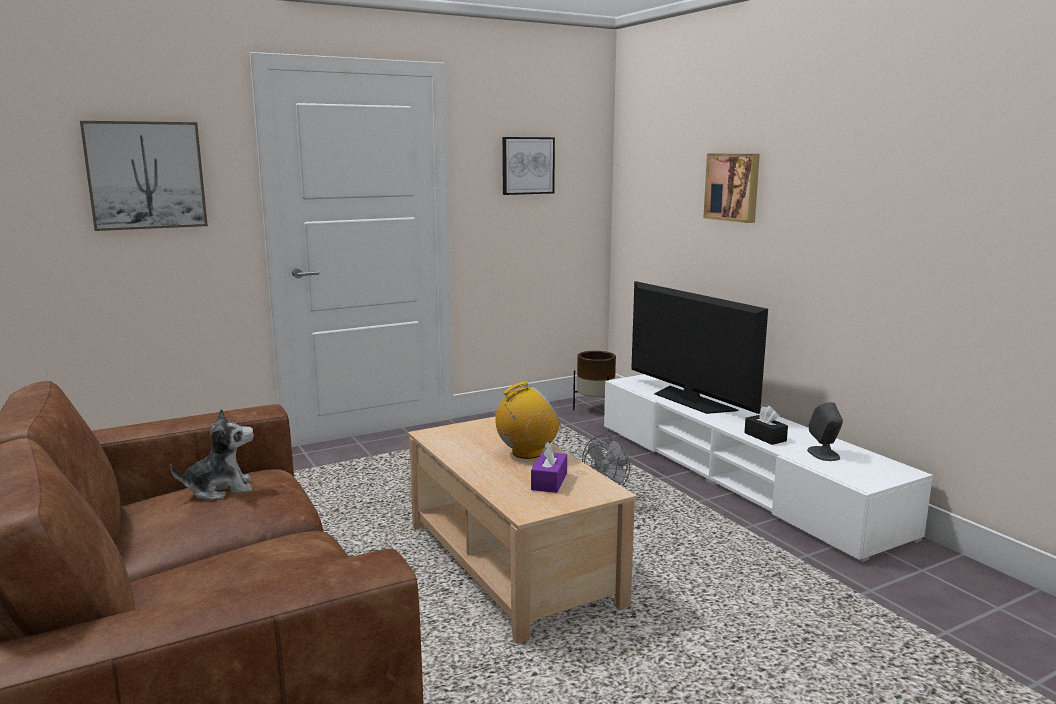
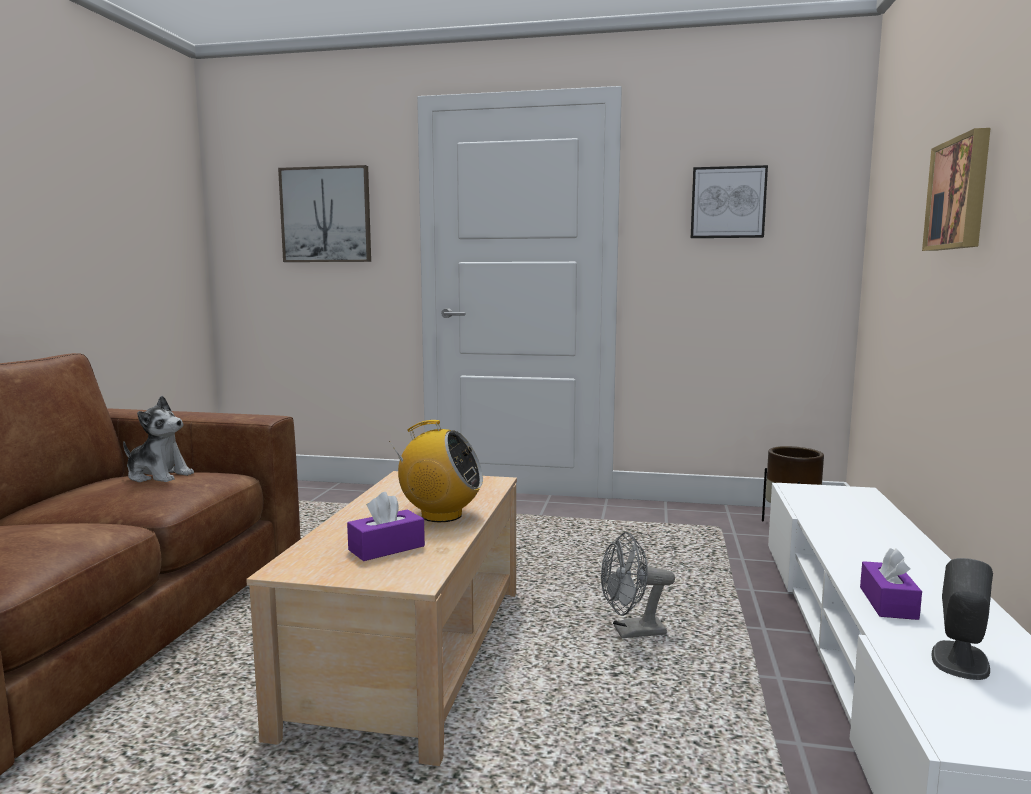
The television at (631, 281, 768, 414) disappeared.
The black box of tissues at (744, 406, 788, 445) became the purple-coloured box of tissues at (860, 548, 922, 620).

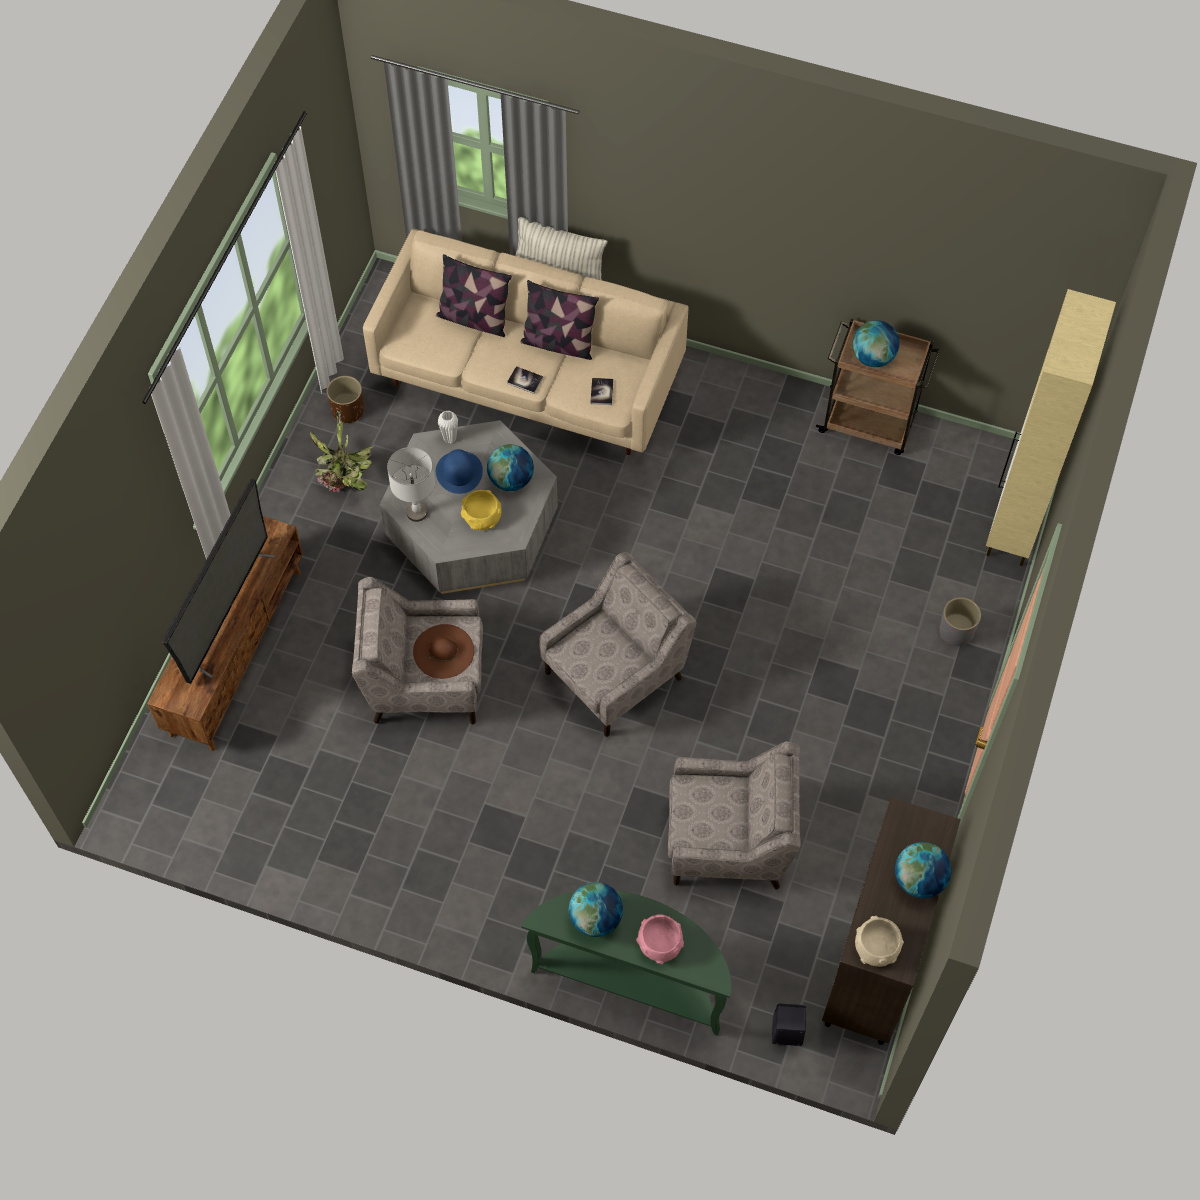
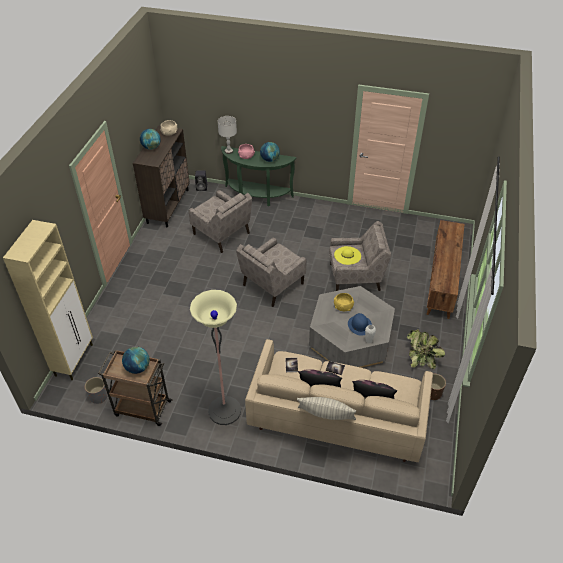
The television at (162, 479, 276, 684) disappeared.
The greyish tabletop lamp moved from (387, 447, 435, 522) to (218, 116, 237, 154).
The brown wearable hat at (413, 624, 474, 679) became the yellow-coloured wearable hat at (334, 246, 361, 265).
The globe at (487, 444, 534, 491) disappeared.
The sand-coloured easy chair at (668, 742, 800, 889) turned 135 degrees counterclockwise.
The greyish planter moved from (940, 597, 981, 646) to (85, 377, 108, 404).
The standing lamp at (190, 290, 241, 425) appeared.

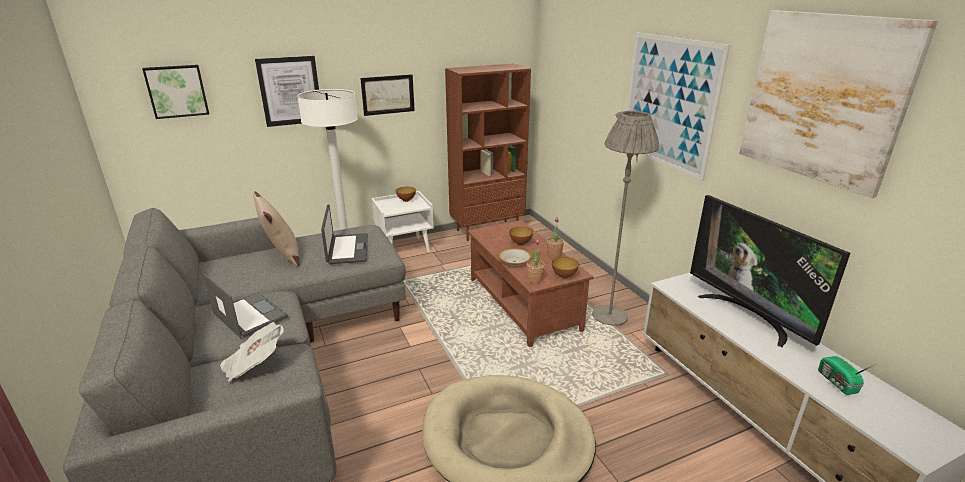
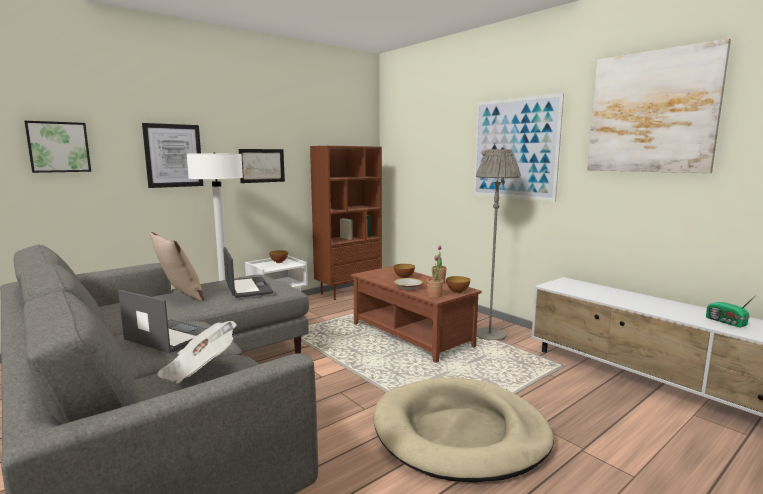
The television at (690, 195, 850, 347) disappeared.

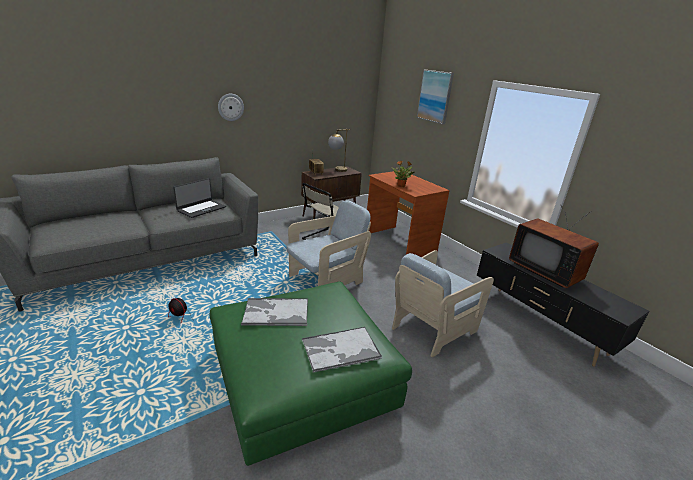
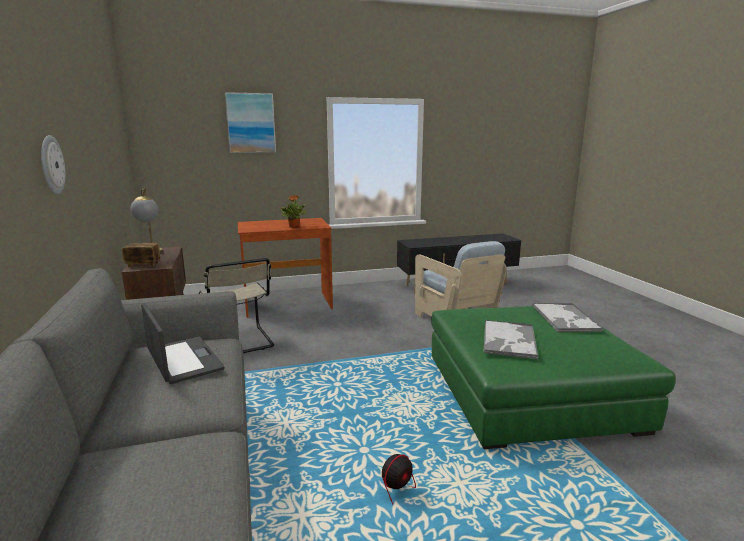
The sand-coloured easy chair at (286, 201, 371, 286) disappeared.
The television at (509, 204, 599, 288) disappeared.

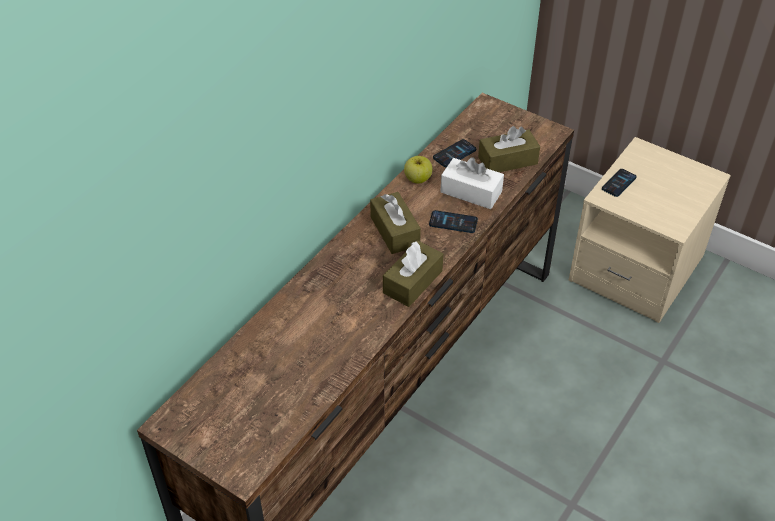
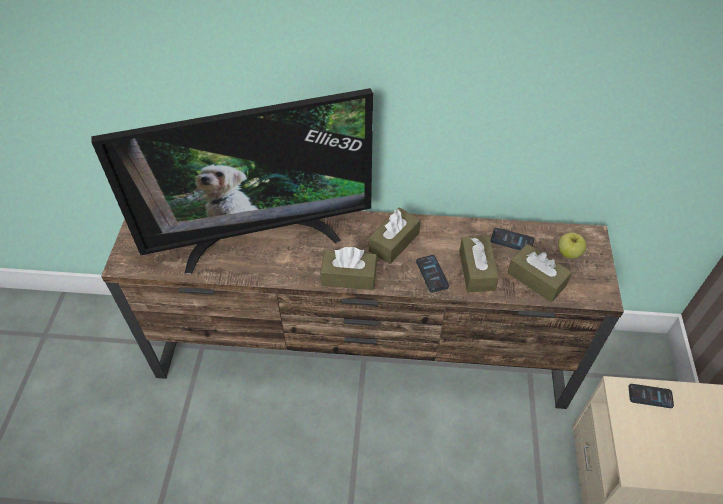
The apple fruit moved from (404, 156, 433, 184) to (558, 232, 586, 259).
The whitish box of tissues at (440, 157, 504, 209) became the brown box of tissues at (459, 236, 499, 292).
The television at (91, 88, 373, 274) appeared.

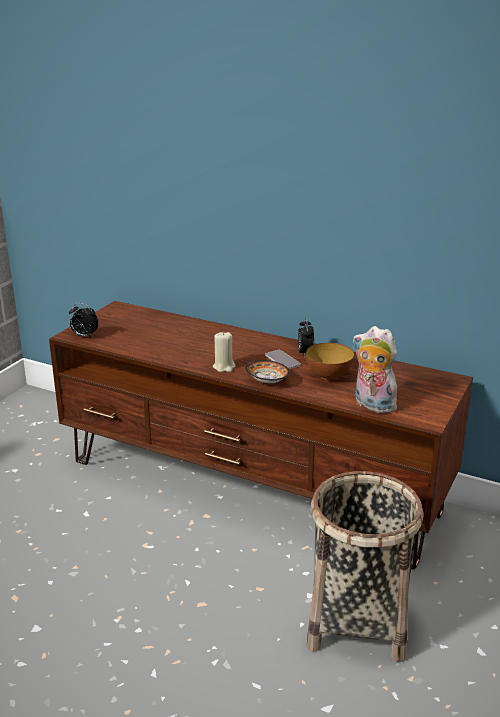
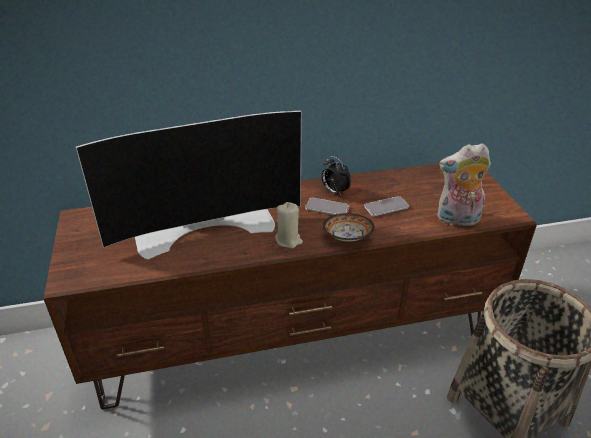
The bedside clock at (69, 303, 99, 337) disappeared.
The deep dish at (306, 343, 354, 381) was replaced by the phone at (364, 196, 409, 216).
The television at (76, 111, 302, 259) appeared.

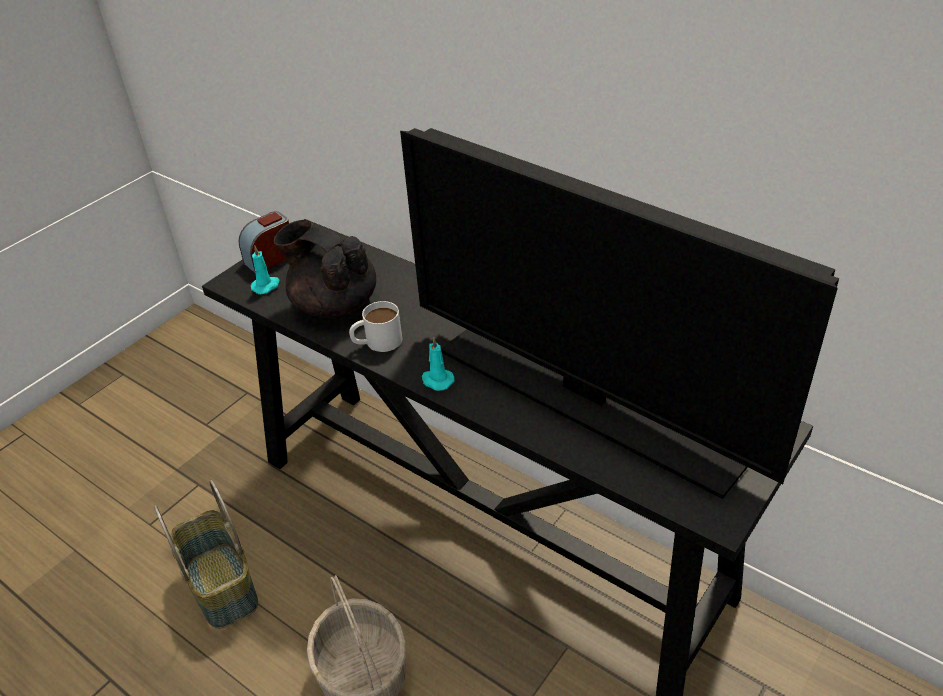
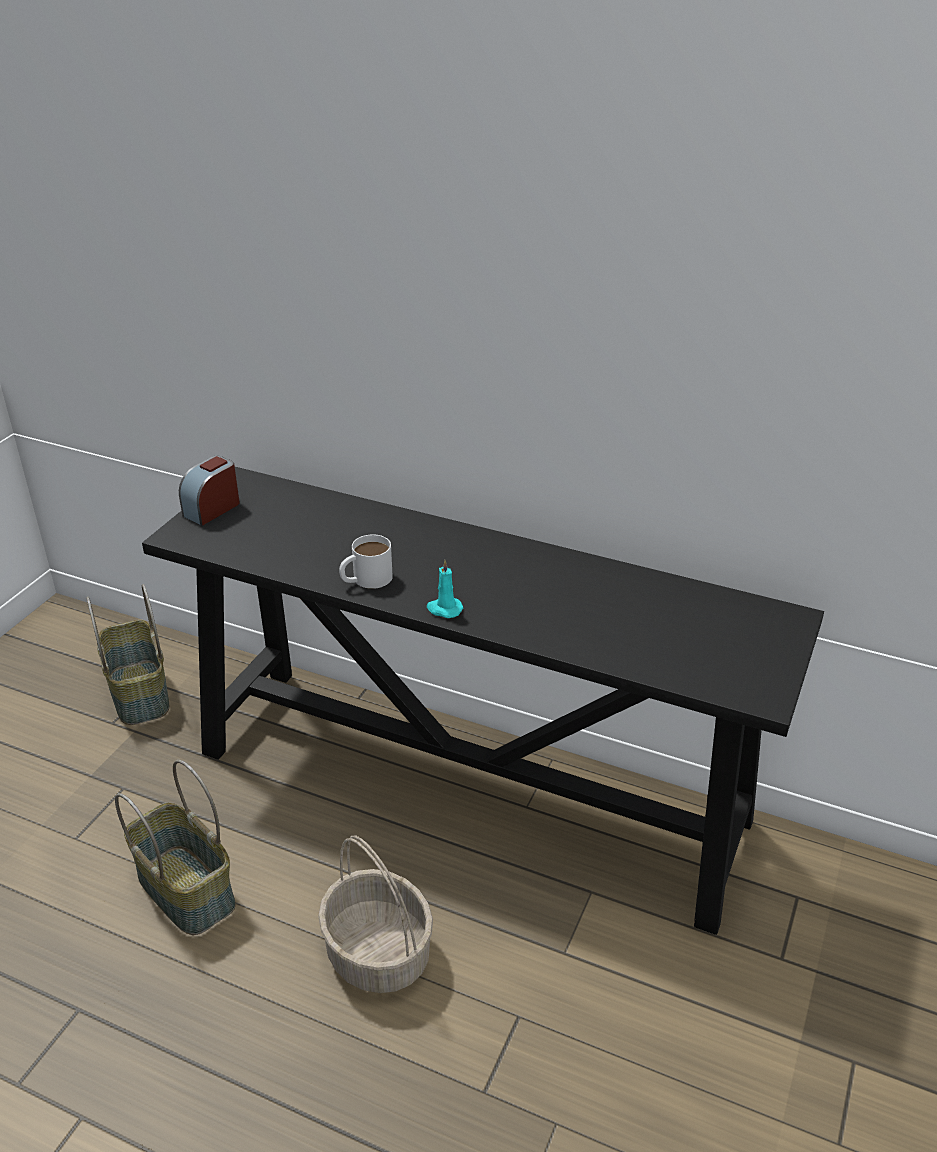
The turquoise candle at (251, 246, 280, 294) disappeared.
The black pot for tea at (274, 220, 376, 318) disappeared.
The television at (400, 128, 839, 499) disappeared.
The basket at (86, 584, 169, 725) appeared.

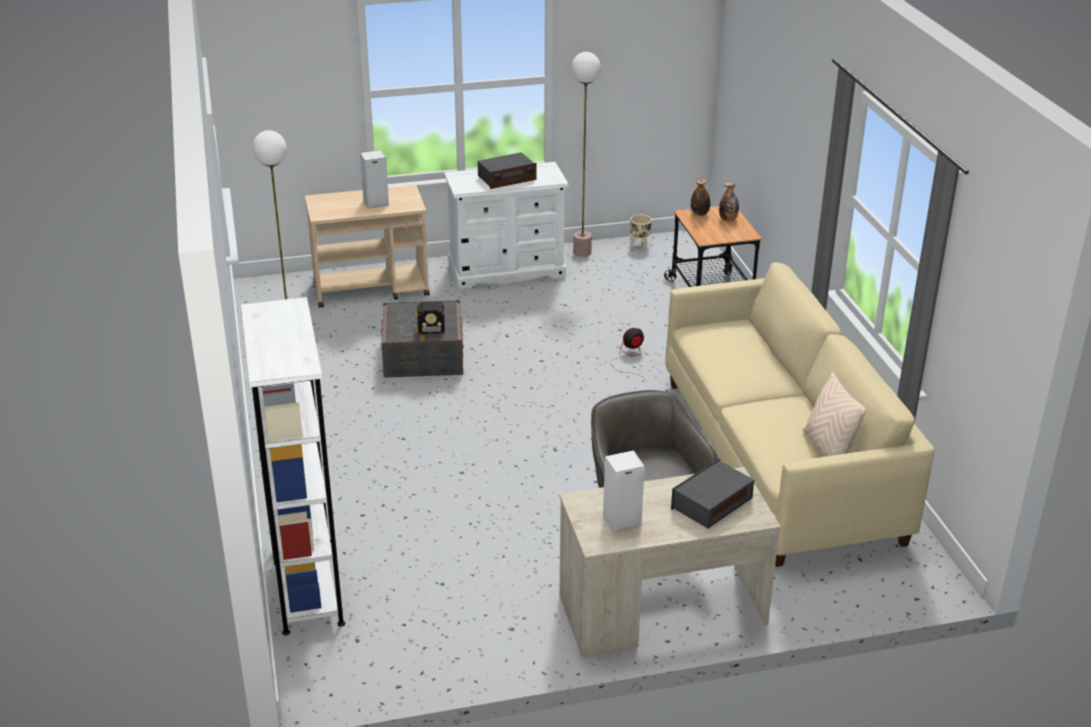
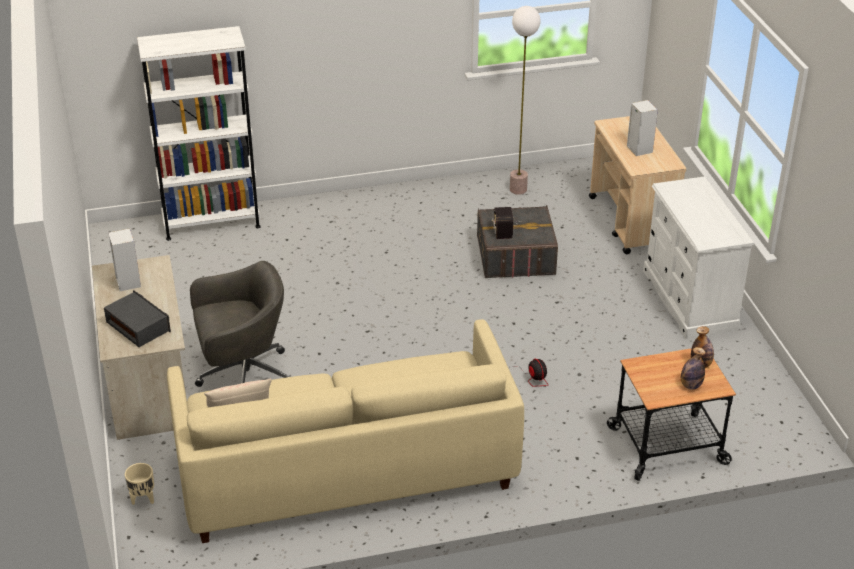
The radio receiver at (478, 152, 536, 189) disappeared.
The standing lamp at (572, 52, 601, 257) disappeared.
The sand-coloured planter moved from (630, 215, 652, 249) to (125, 463, 154, 505).

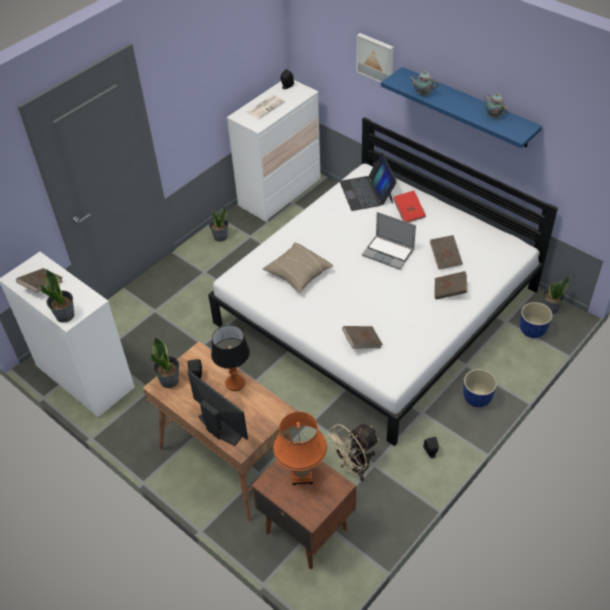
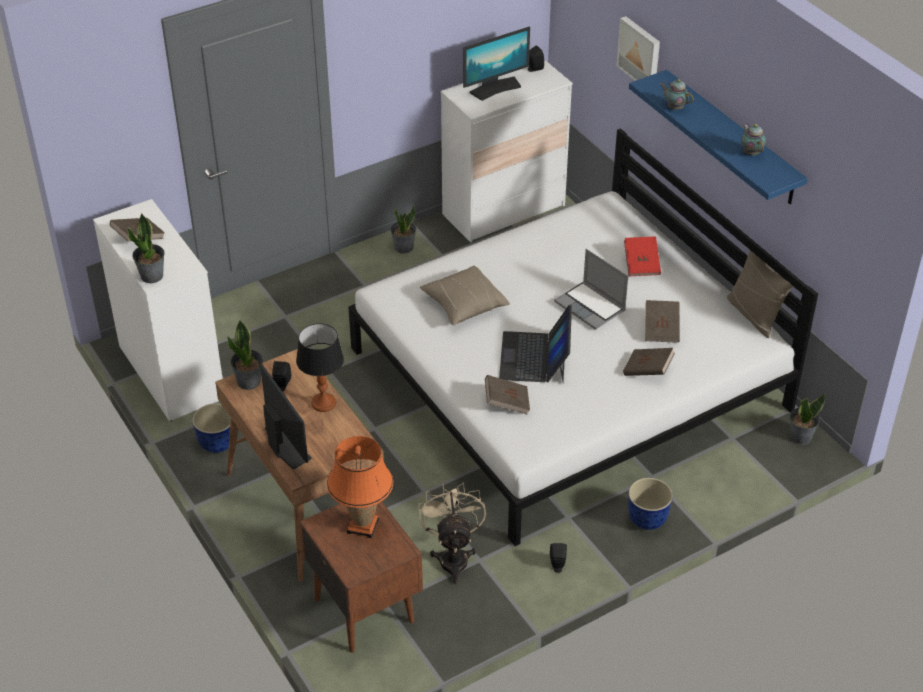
The daily paper at (246, 95, 285, 119) was replaced by the computer screen at (463, 26, 530, 101).
The sand-coloured electric fan at (325, 424, 379, 481) turned 105 degrees clockwise.
The portable computer moved from (340, 152, 397, 211) to (499, 305, 572, 383).
The planter moved from (520, 302, 553, 338) to (192, 403, 231, 453).
The sand-coloured throw pillow at (727, 250, 793, 338) appeared.

